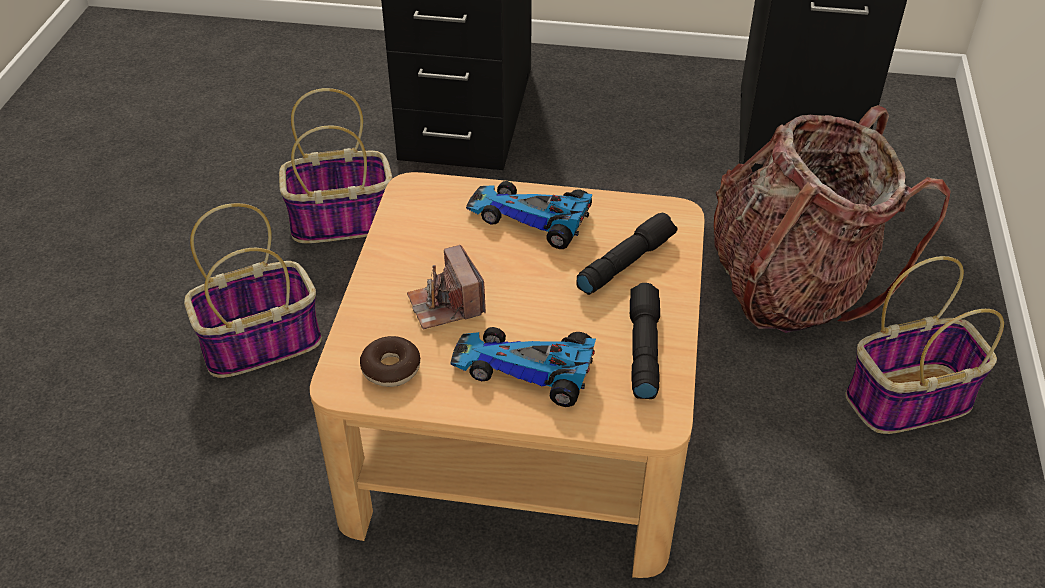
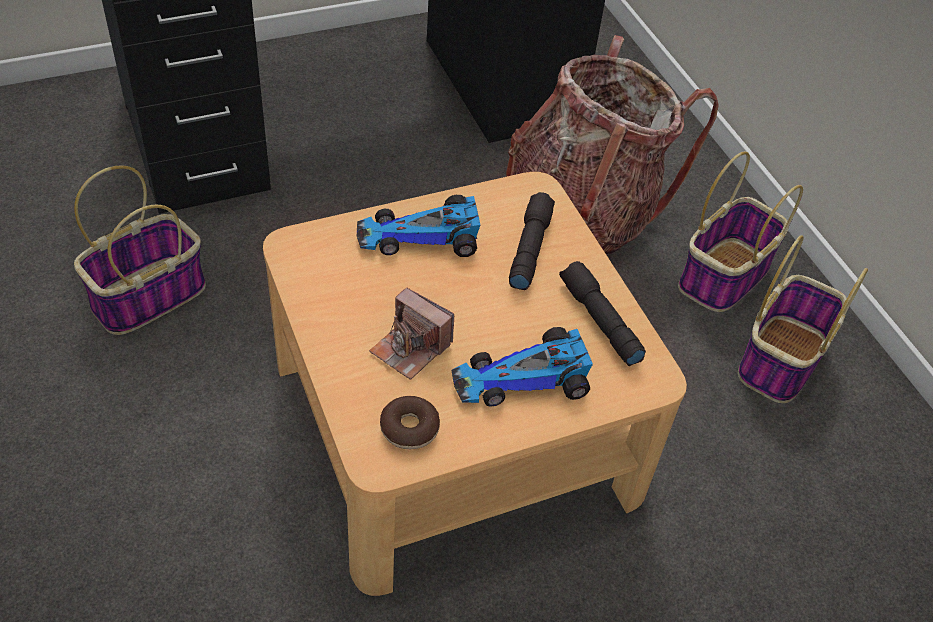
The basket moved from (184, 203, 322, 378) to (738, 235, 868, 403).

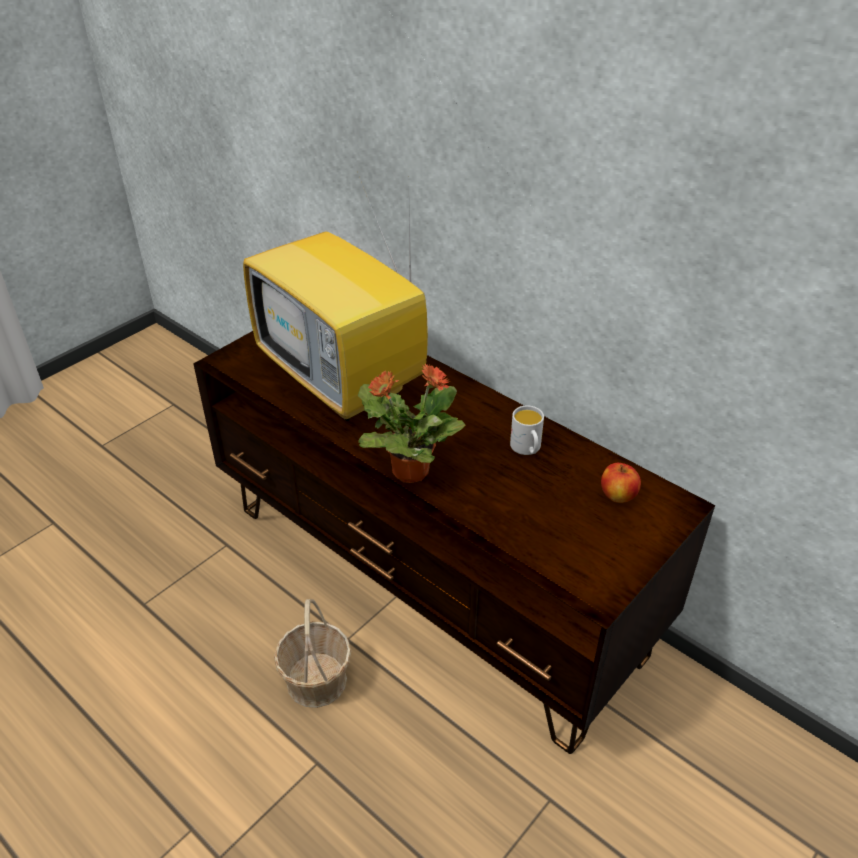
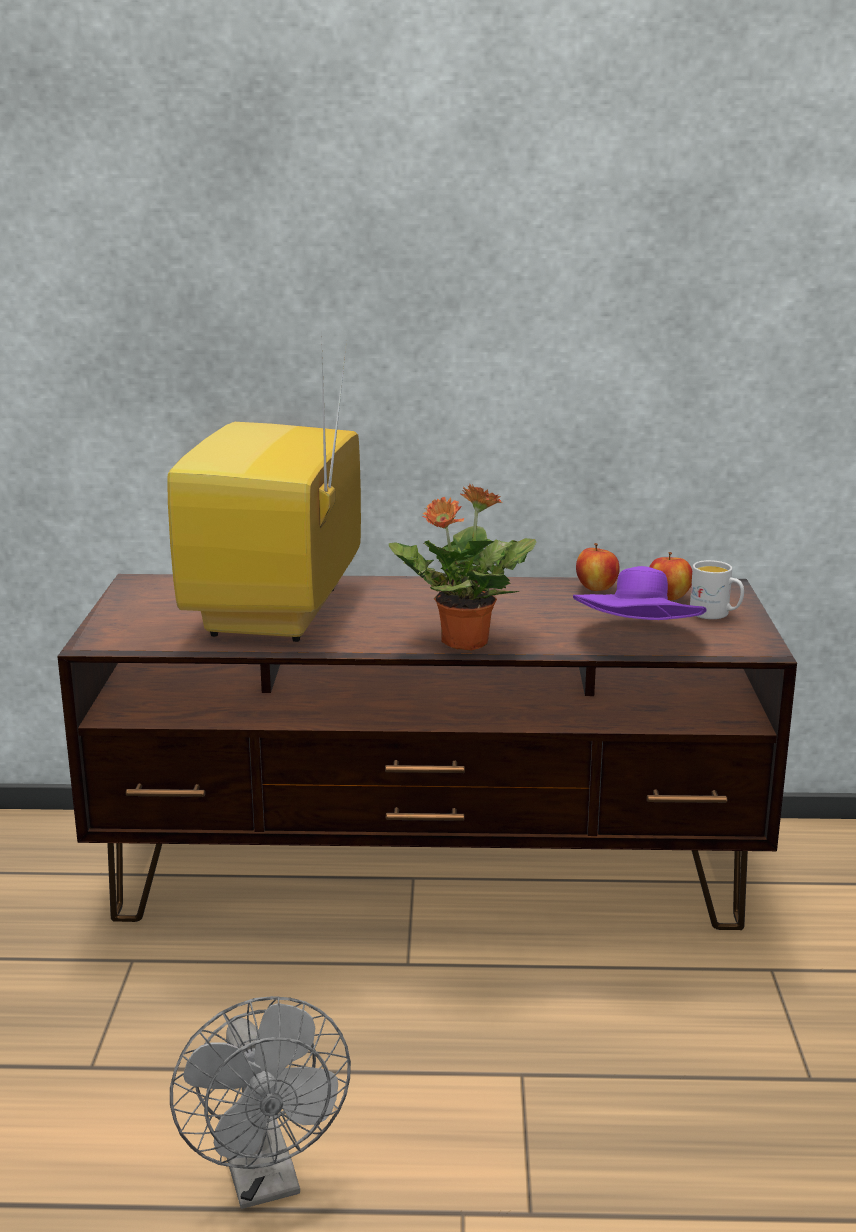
The television at (243, 172, 428, 421) turned 90 degrees clockwise.
The basket at (274, 599, 351, 708) disappeared.
The whitish tea mug moved from (510, 405, 544, 455) to (690, 560, 744, 619).
The greyish electric fan at (170, 996, 351, 1209) appeared.
The purple-coloured wearable hat at (573, 566, 707, 620) appeared.
The apple fruit at (576, 543, 620, 591) appeared.

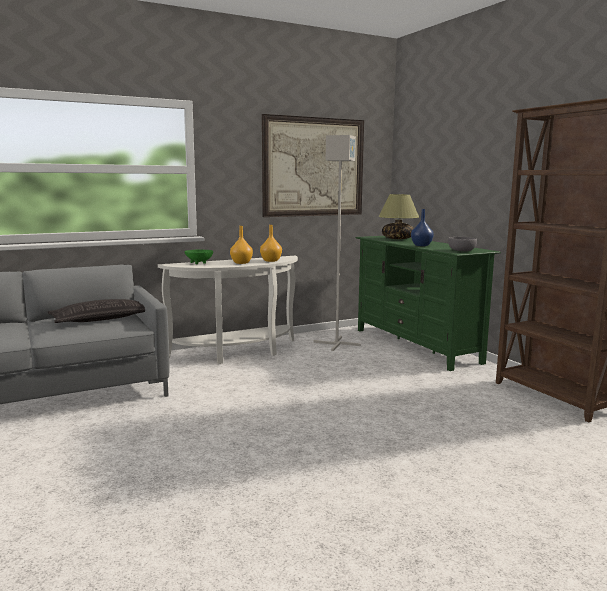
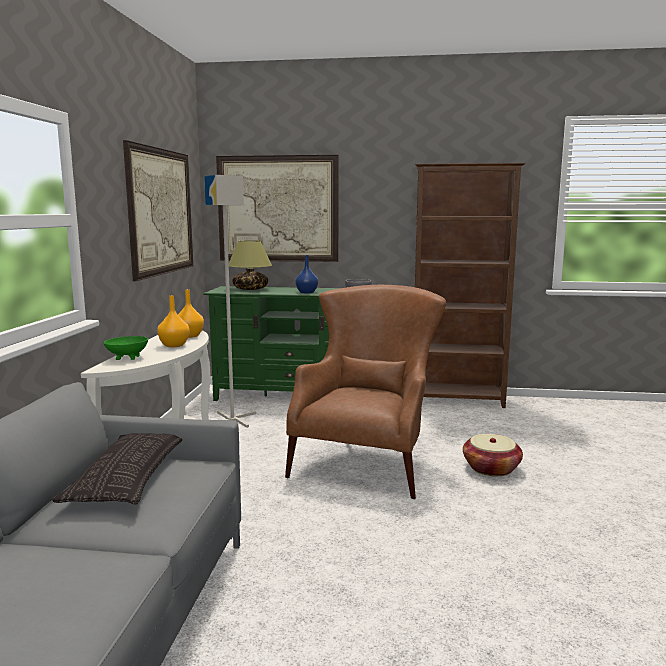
The picture at (216, 155, 339, 262) appeared.
The brown easy chair at (285, 285, 446, 499) appeared.
The basket at (463, 434, 523, 477) appeared.

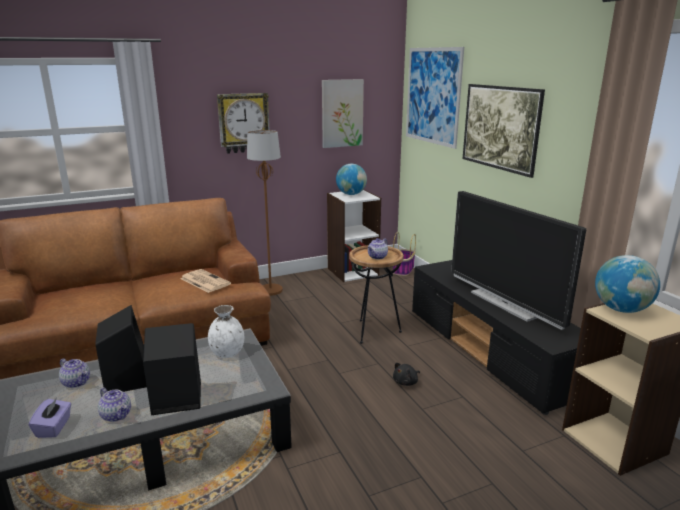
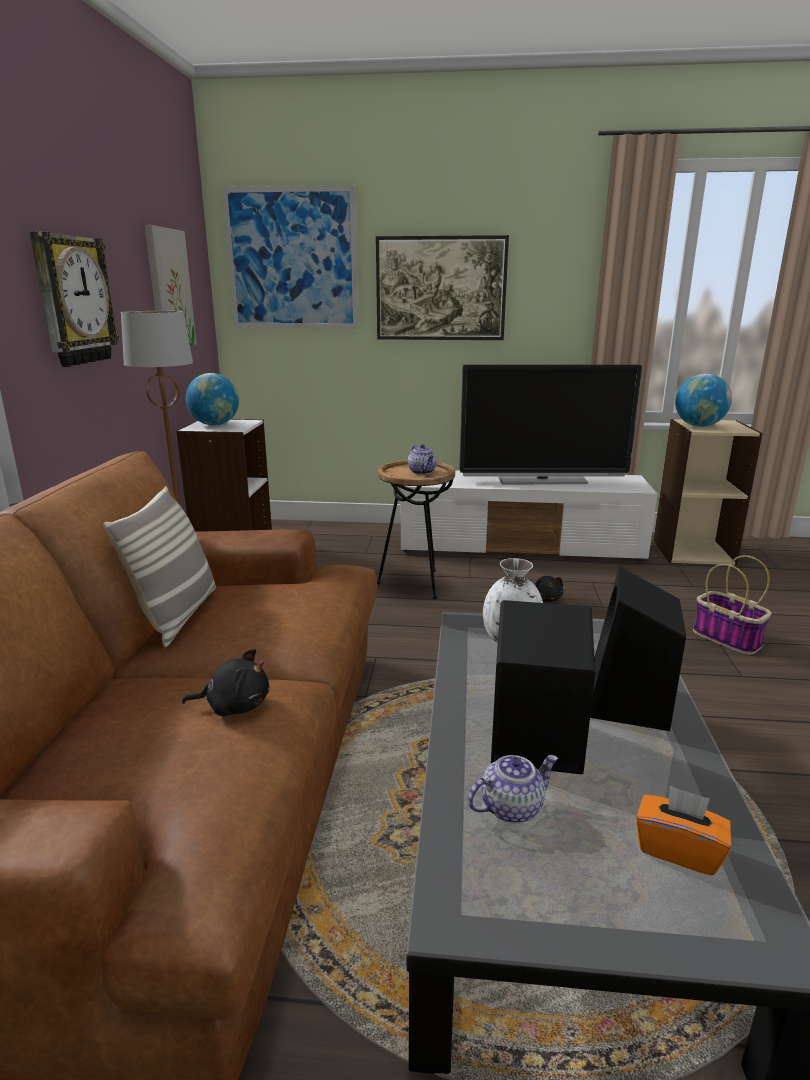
The purple-coloured box of tissues at (29, 398, 71, 438) became the orange-coloured box of tissues at (636, 785, 731, 876).
The pot for tea at (98, 388, 131, 422) disappeared.
The daily paper at (180, 269, 231, 293) disappeared.
The basket moved from (393, 232, 416, 276) to (693, 555, 771, 655).
The black media console at (412, 260, 581, 415) became the whitish media console at (401, 470, 658, 561).
The throw pillow at (103, 486, 216, 647) appeared.
The black plush toy at (182, 649, 269, 717) appeared.

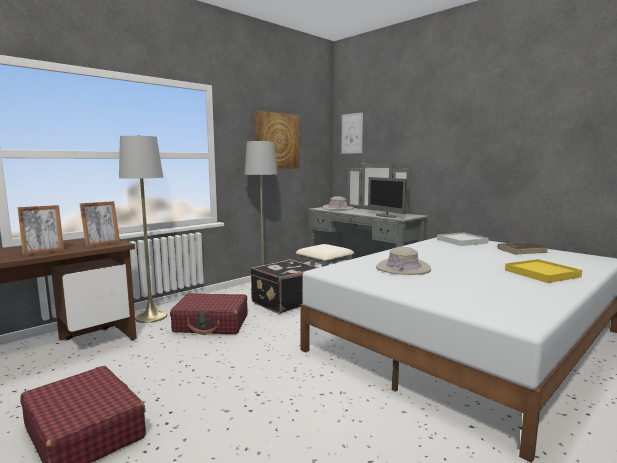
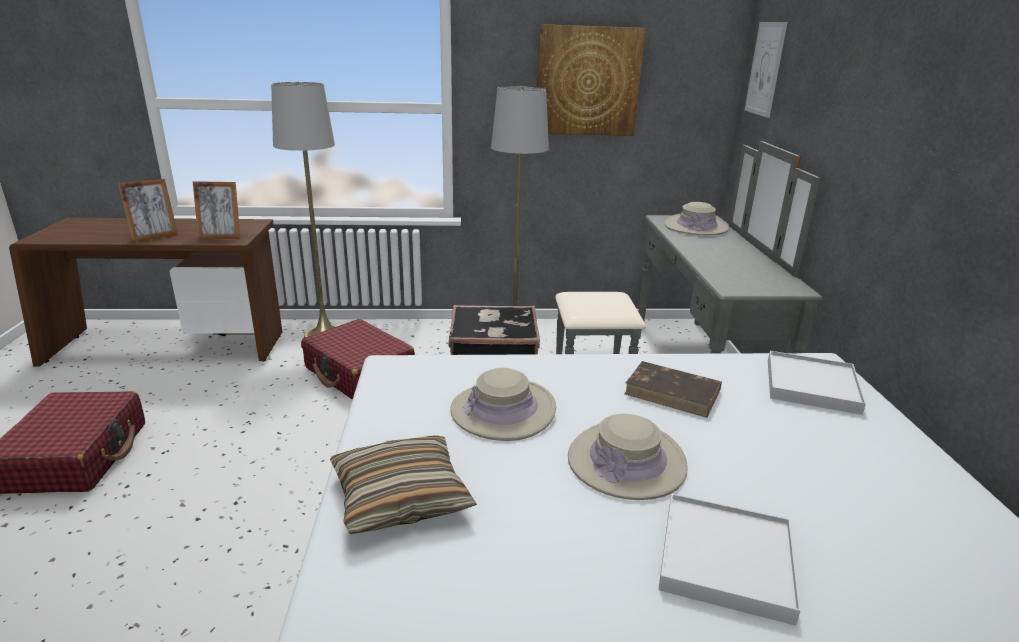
The standing frame at (18, 205, 64, 255) turned 45 degrees counterclockwise.
The computer screen at (368, 177, 407, 218) disappeared.
The brown bound book moved from (497, 242, 548, 255) to (624, 361, 722, 418).
The yellow-coloured serving tray at (505, 259, 582, 283) became the whitish serving tray at (658, 494, 801, 626).
The throw pillow at (330, 435, 477, 534) appeared.
The sand-coloured wearable hat at (568, 414, 688, 500) appeared.

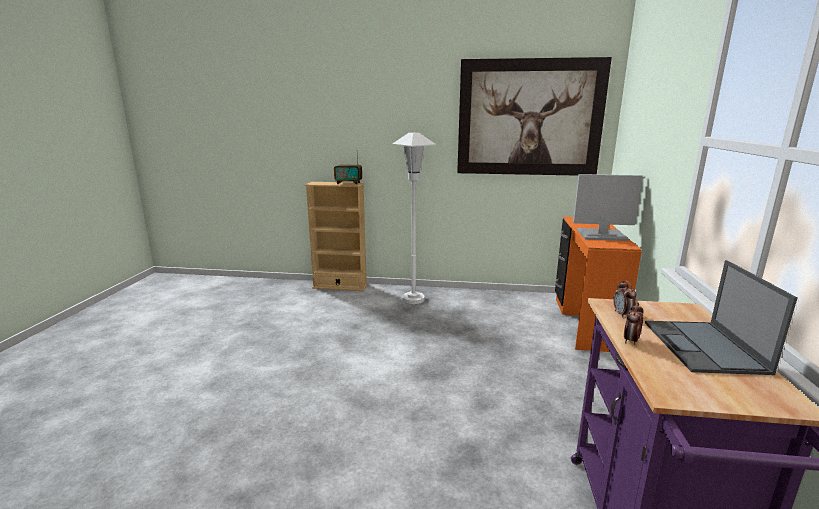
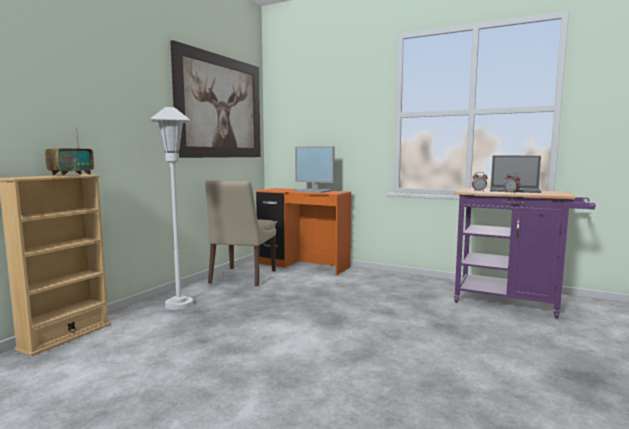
The computer screen at (573, 174, 643, 241) turned 90 degrees counterclockwise.
The sand-coloured plain chair at (205, 180, 276, 286) appeared.

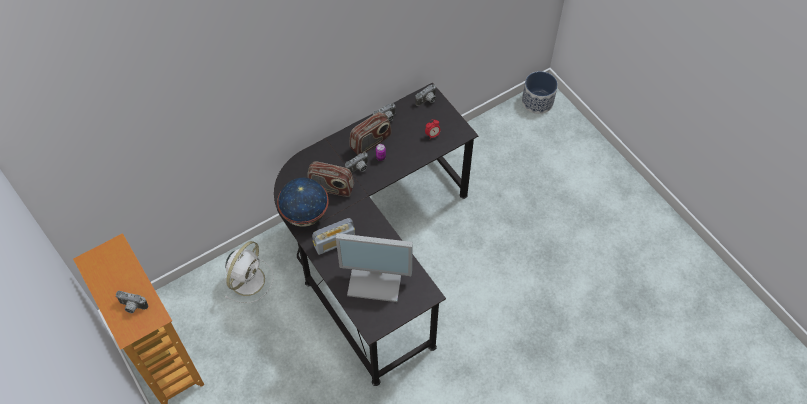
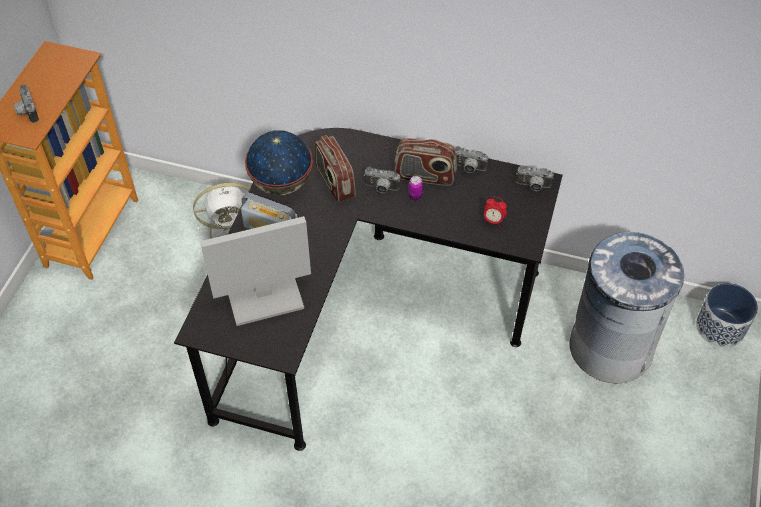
The computer screen at (336, 233, 413, 302) turned 105 degrees clockwise.
The greyish waste bin at (569, 232, 684, 383) appeared.

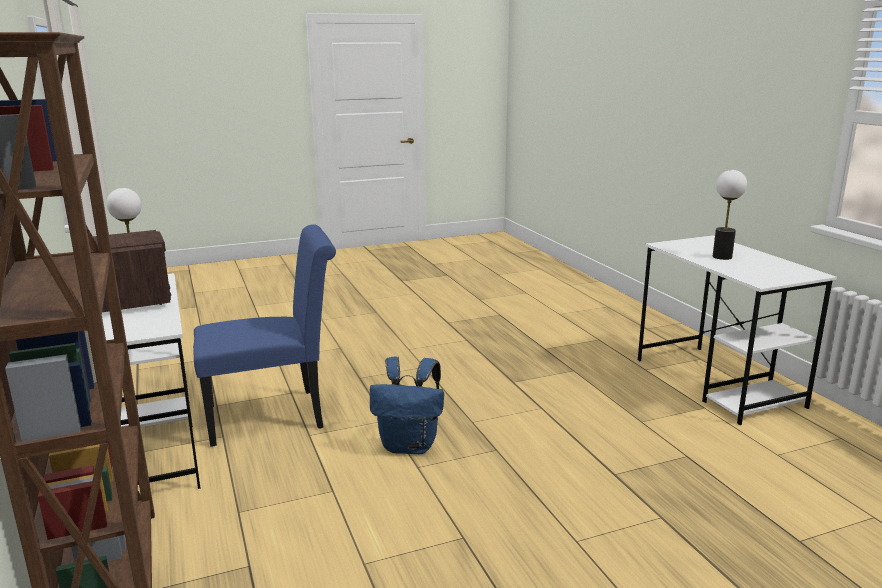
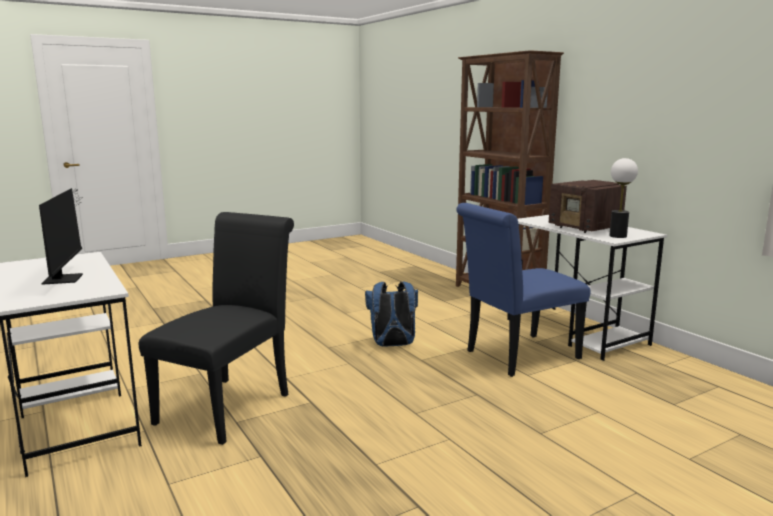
The tabletop lamp at (713, 170, 747, 260) was replaced by the computer screen at (39, 188, 83, 285).
The black plain chair at (139, 212, 294, 445) appeared.

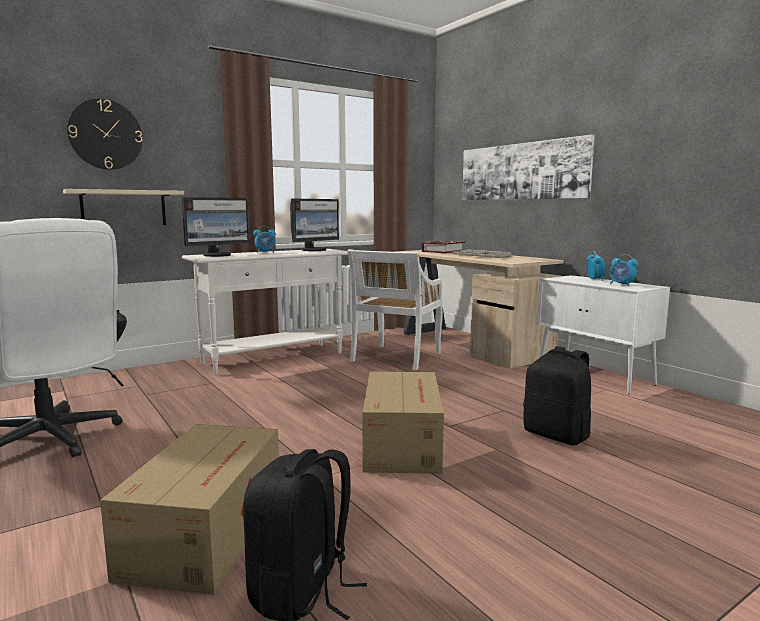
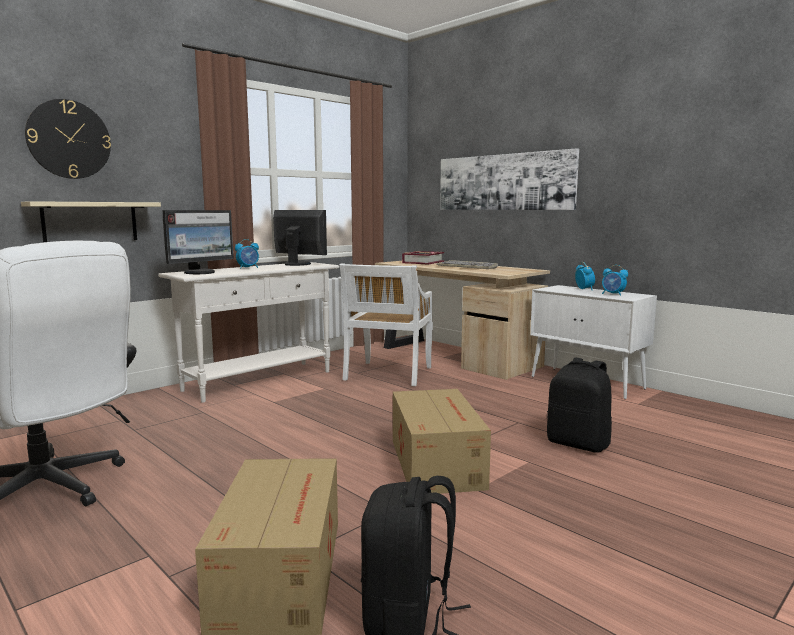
The computer screen at (290, 199, 339, 251) turned 90 degrees counterclockwise.

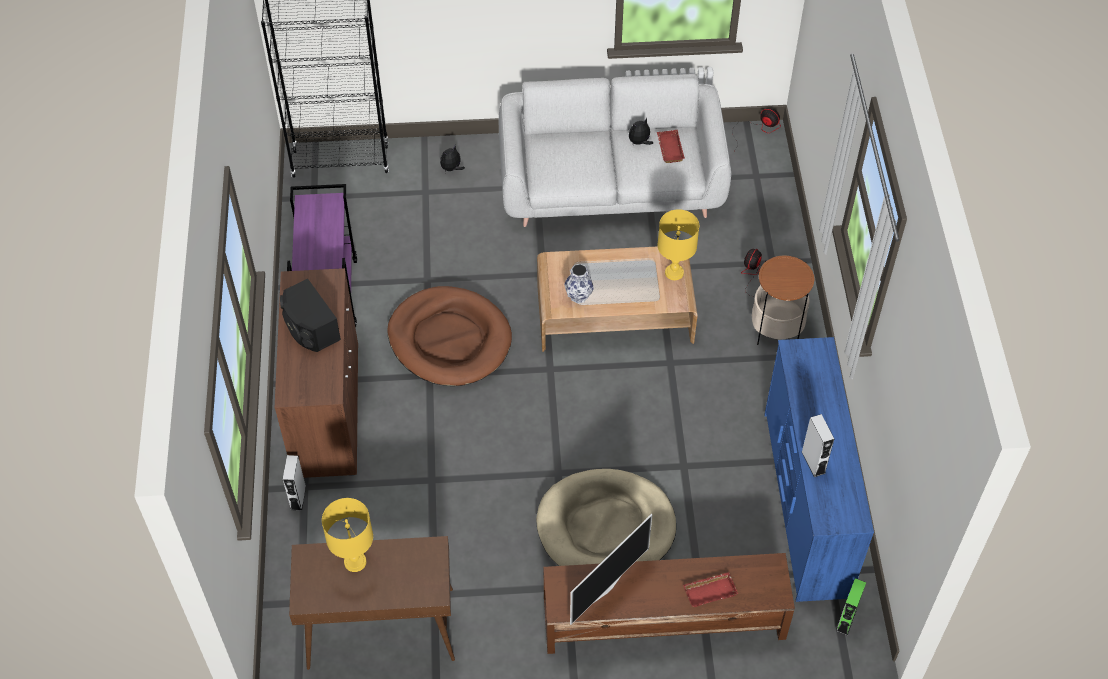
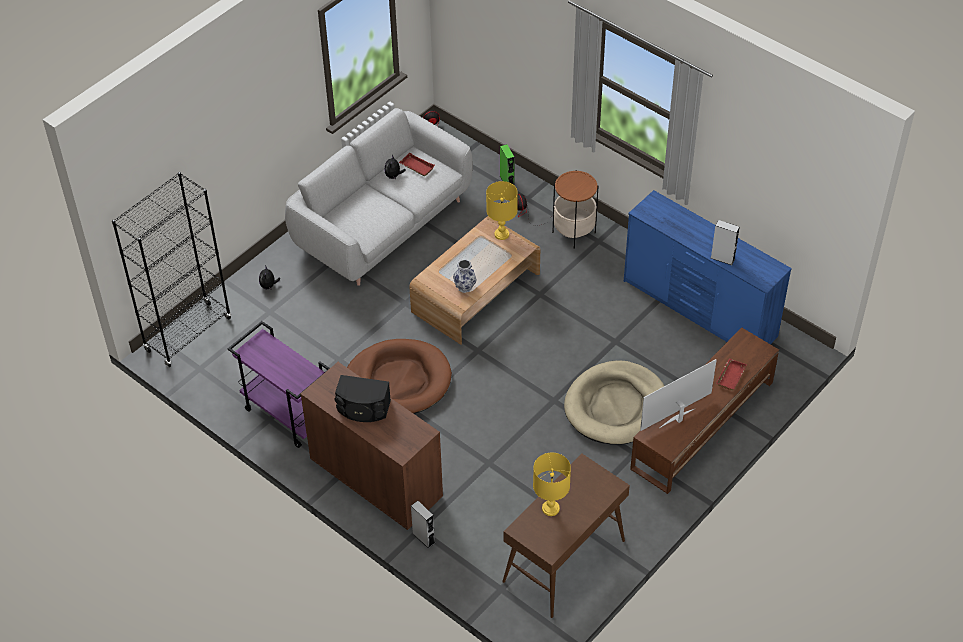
The television at (570, 514, 652, 625) turned 120 degrees counterclockwise.
The green audio speaker moved from (836, 578, 866, 635) to (500, 144, 515, 185).

